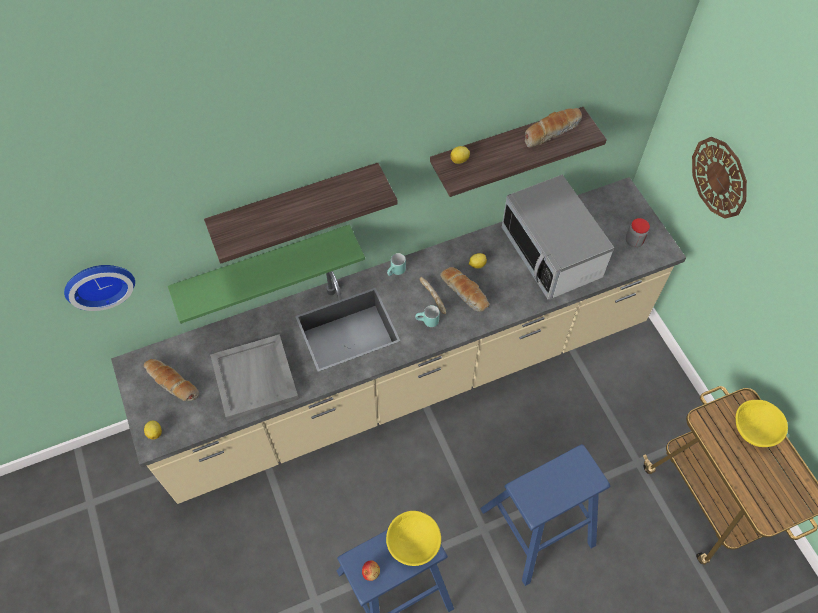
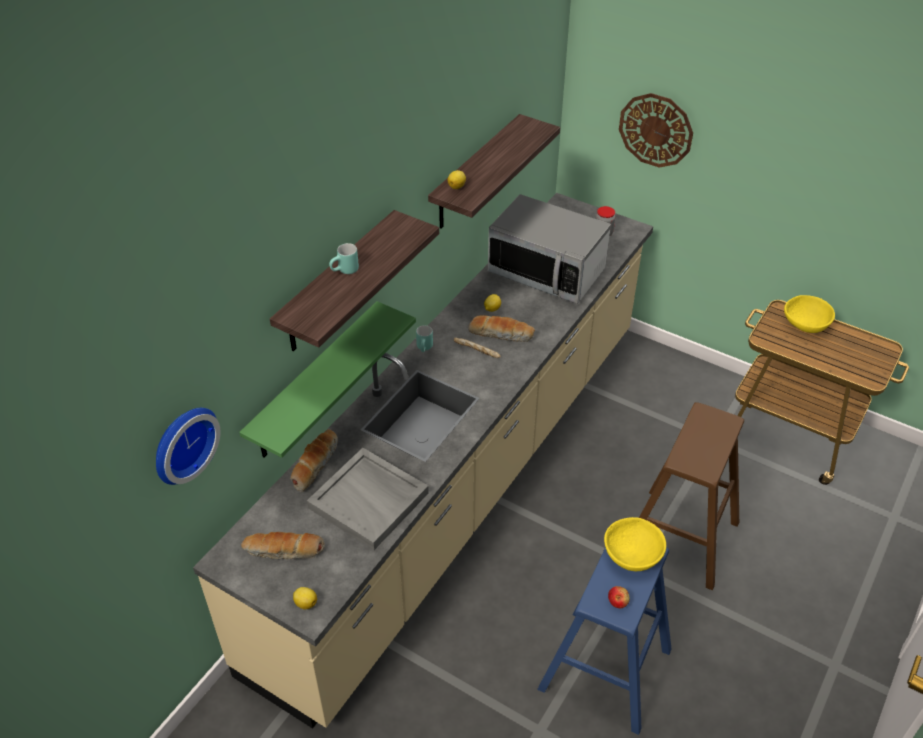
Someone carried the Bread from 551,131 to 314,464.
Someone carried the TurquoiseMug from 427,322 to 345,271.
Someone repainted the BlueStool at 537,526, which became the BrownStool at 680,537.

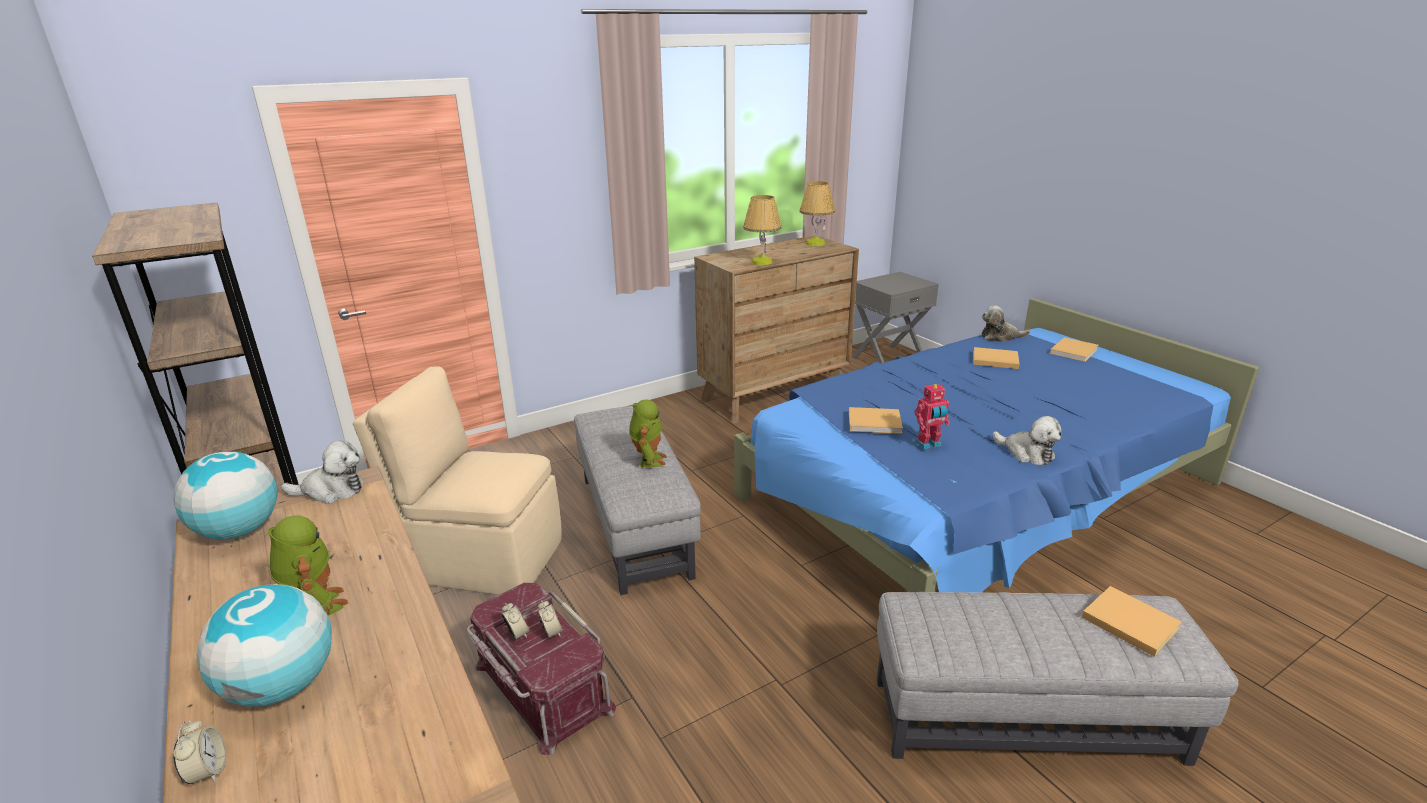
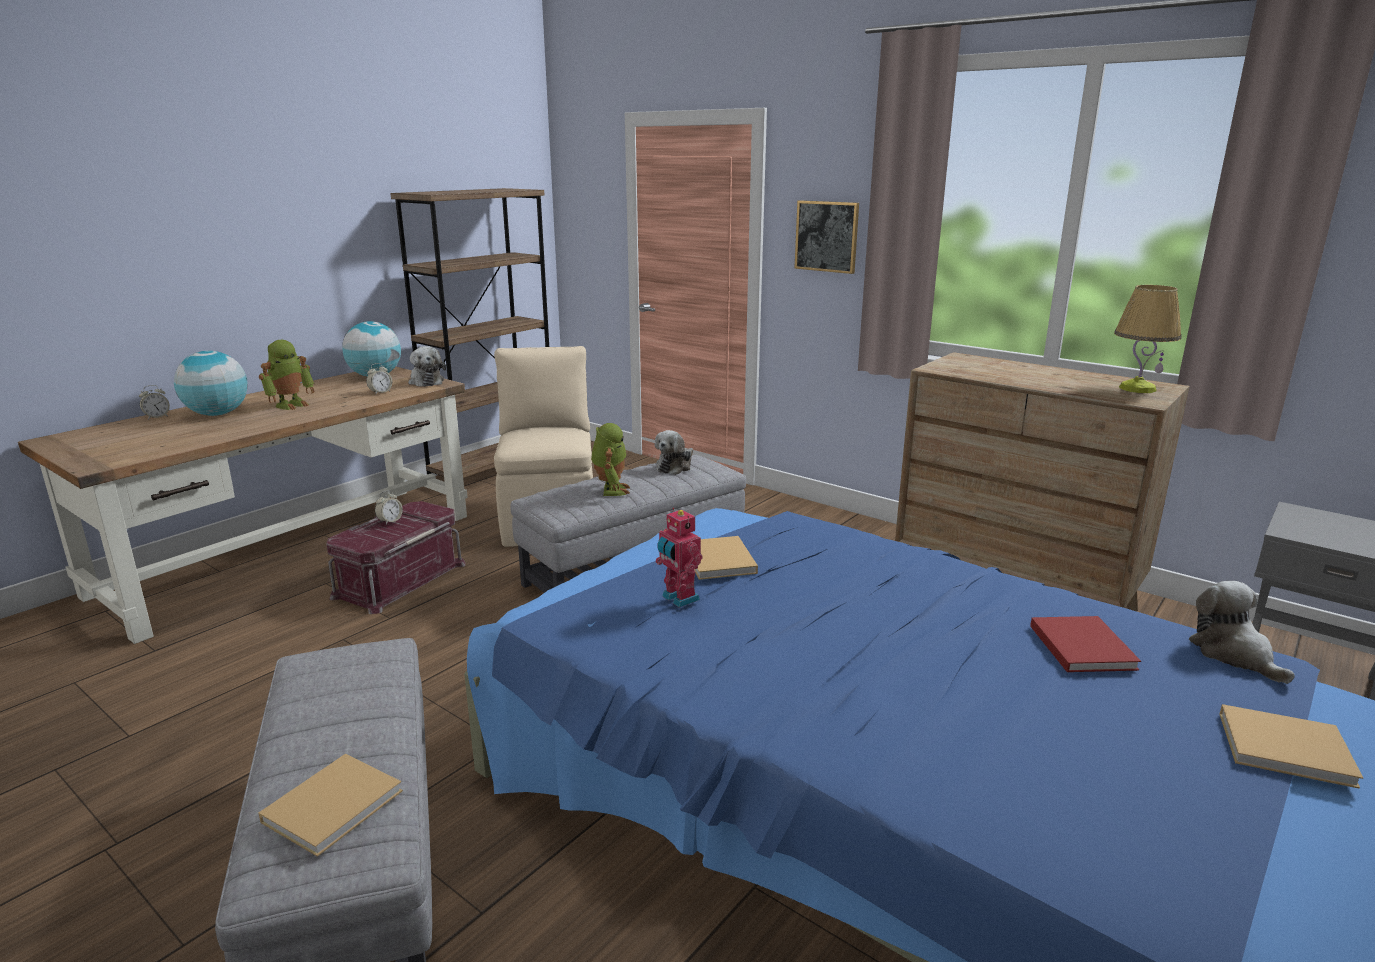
Someone carried the AlarmClock from 551,632 to 380,392.
Someone rotated the ToyRobot at 648,460 by 75 degrees counterclockwise.
Someone carried the PlushToy from 1026,453 to 675,466.
Someone put up the Picture at 827,236.
Someone repainted the BeigeBook at 993,360, which became the RedBook at 1080,645.
Someone took away the TableLamp at 761,262.

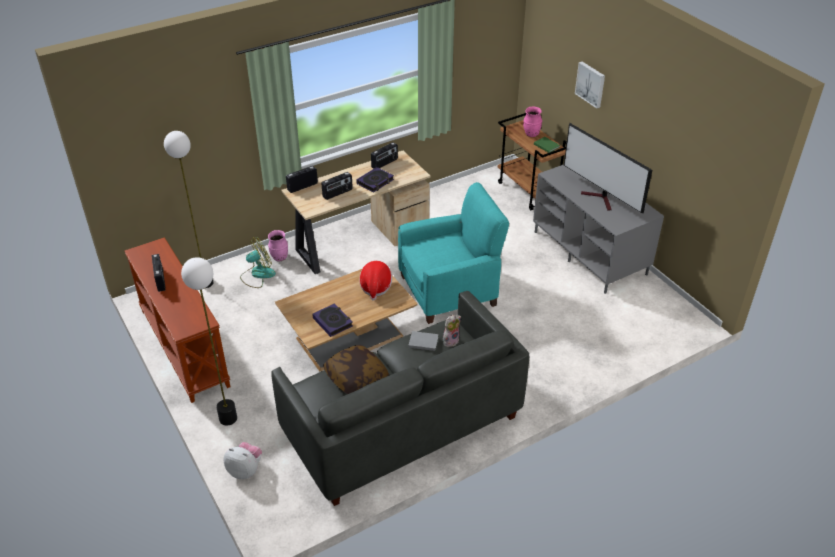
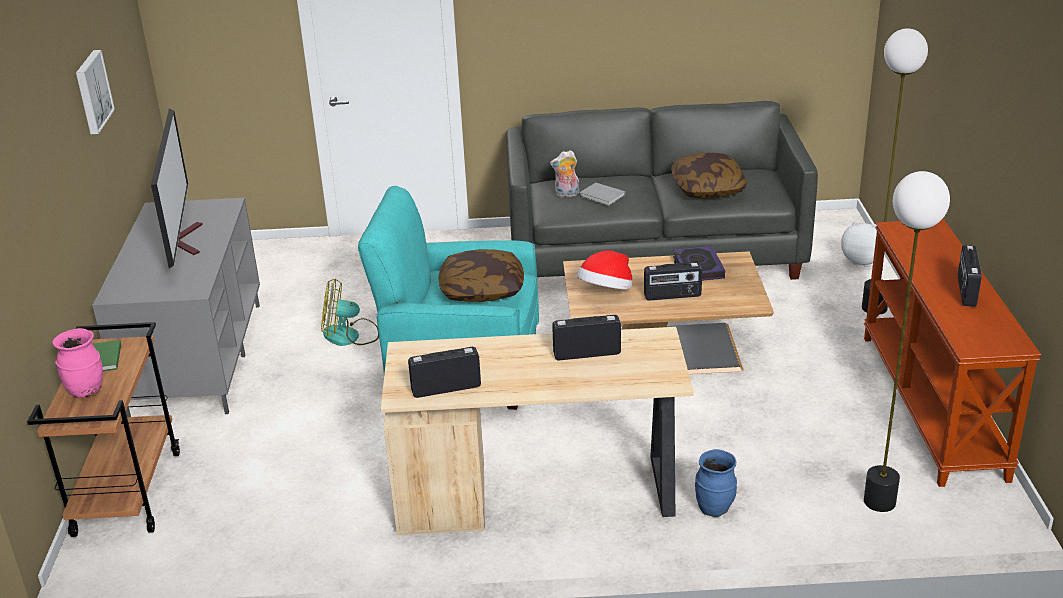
Someone carried the Picture from 591,84 to 92,91.
Someone carried the Fan from 257,275 to 350,336.
Someone put down the Pillow at 482,290.
Someone carried the Radio from 302,186 to 672,296.
Someone repainted the PinkVase at 279,258, which became the BlueVase at 714,508.
Someone rotated the PlushToy at 245,470 by 150 degrees clockwise.
Someone took away the Book at 375,182.

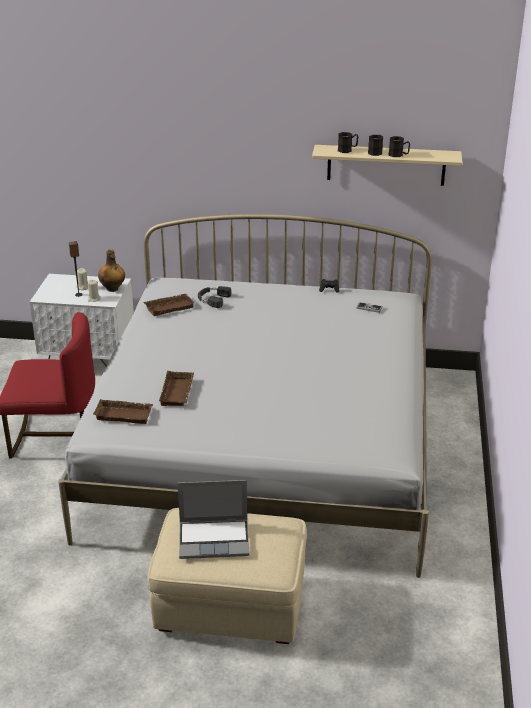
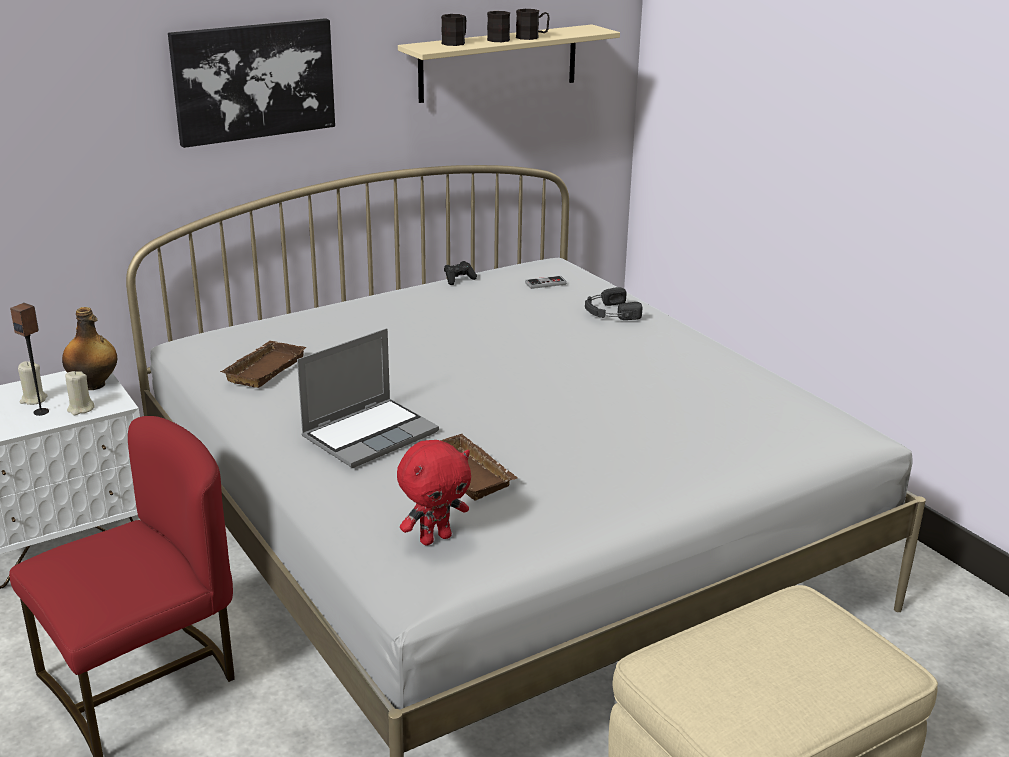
Someone put up the Picture at 253,81.
Someone carried the Laptop from 215,539 to 370,434.
Someone swapped the BrownTray at 125,414 for the RedPlushToy at 435,538.
Someone carried the BlackHeadphones from 212,299 to 609,312.

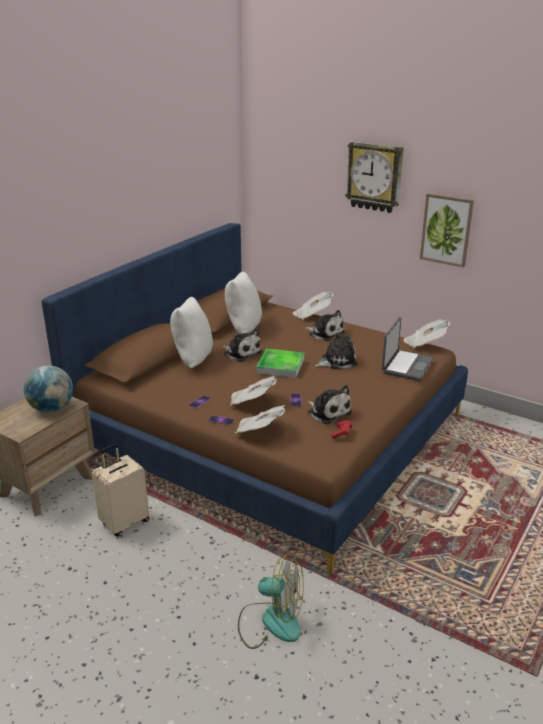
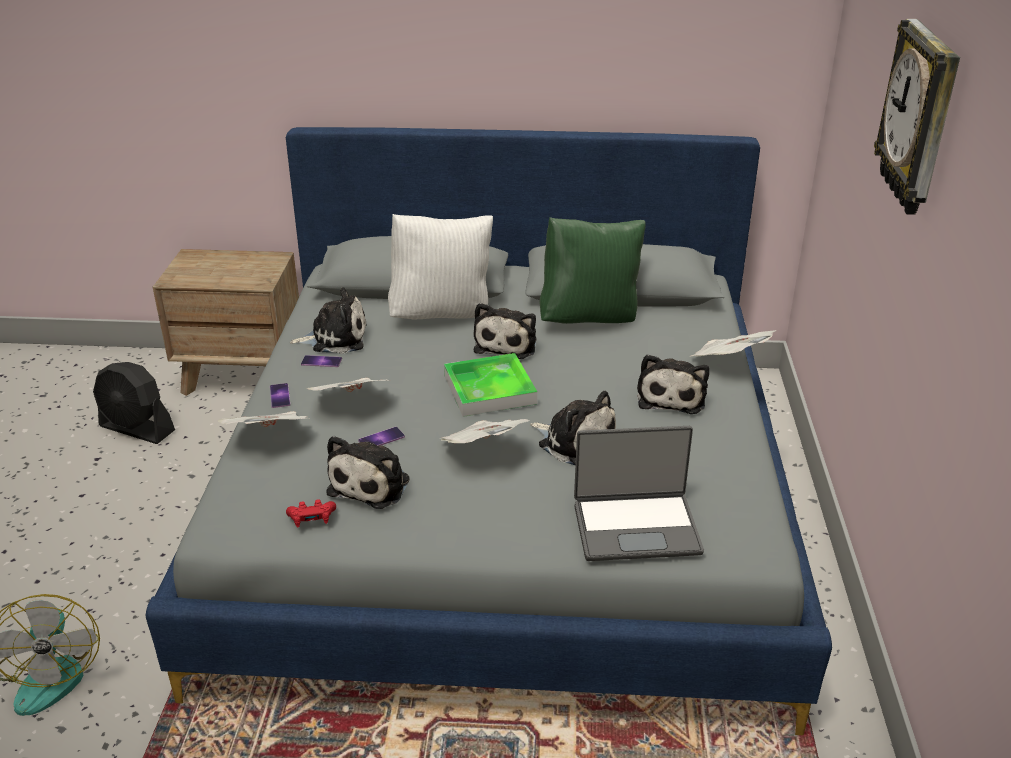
Someone put down the BlackFan at 137,429.
Someone repainted the BrownBed at 271,434, which became the GreyBed at 505,504.
Someone put down the PlushToy at 335,338.
Someone carried the Newspaper from 424,343 to 484,449.
Someone repainted the WhitePillow at 242,329, which became the GreenPillow at 589,318.
Someone took away the Globe at 52,409.
Someone took away the BeigeSuitcase at 124,522.
Someone took away the Picture at 446,229.

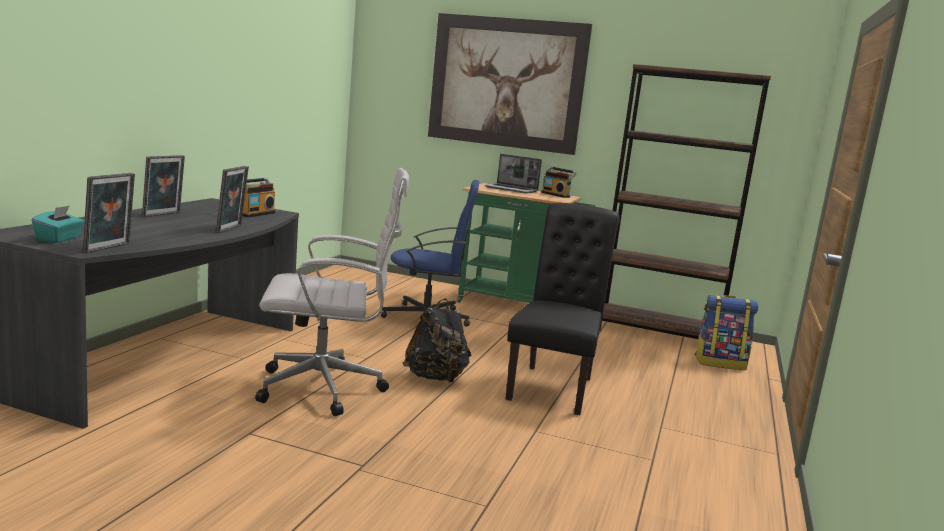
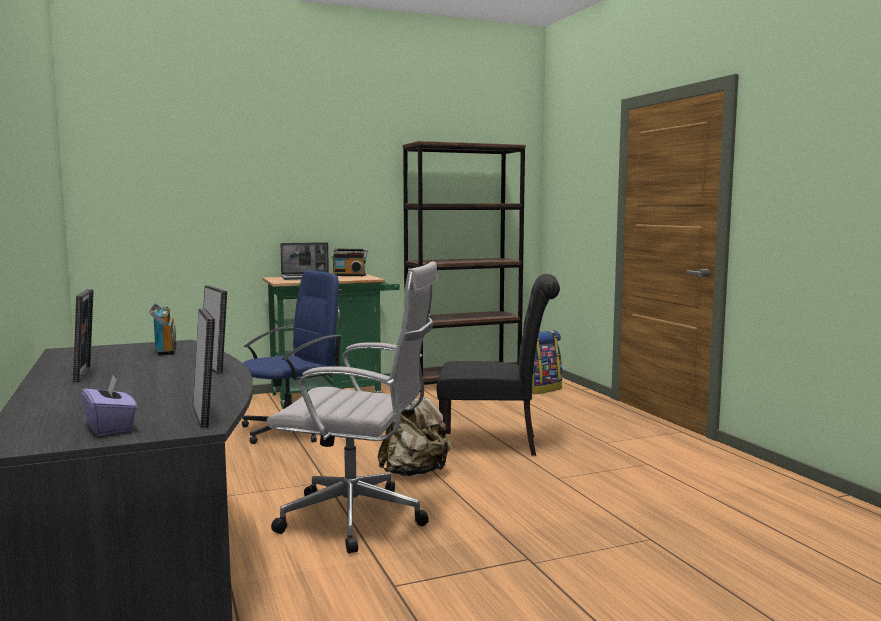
Someone repainted the TurquoiseTissueBox at 59,239, which became the PurpleTissueBox at 110,427.
Someone rotated the WhiteOfficeChair at 327,389 by 60 degrees clockwise.
Someone repainted the BlackBackpack at 436,378, which became the BeigeBackpack at 415,473.
Someone rotated the BlackChair at 553,386 by 120 degrees clockwise.
Someone took away the Picture at 506,83.

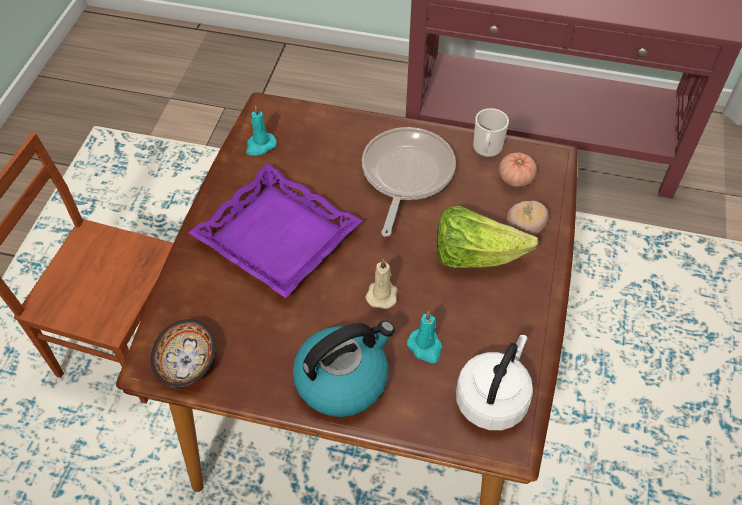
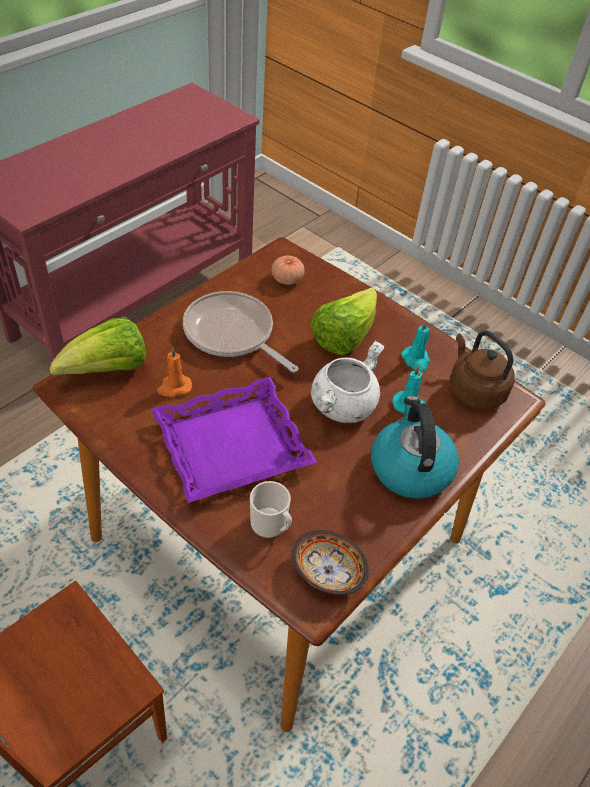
Someone put down the Lettuce at 108,370.
Someone put down the OrangeCandle at 174,387.
Someone carried the Mug from 486,149 to 271,526.
Someone swapped the BeigeCandle at 382,294 for the WhiteCookingPot at 342,405.
Someone carried the TurquoiseCandle from 260,146 to 416,360.
Someone repainted the WhiteKettle at 493,398, which became the BrownKettle at 474,390.
Someone took away the Tomato at 524,228.

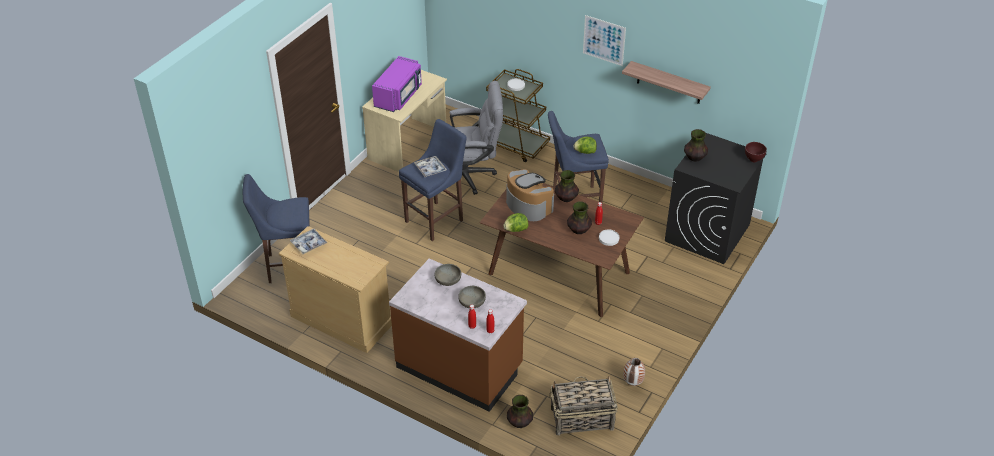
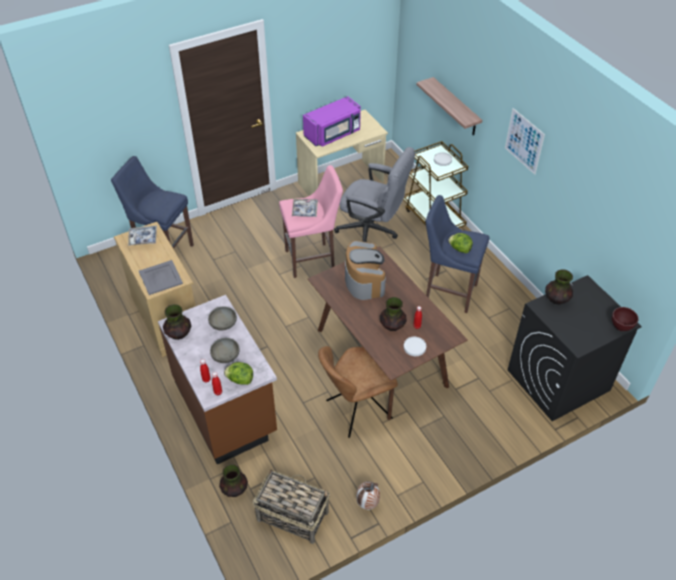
Someone put down the GreyTray at 160,278.
Someone carried the Vase from 566,198 to 178,334.
Someone carried the Lettuce from 516,230 to 240,379.
Someone repainted the BlueStool at 436,220, which became the PinkStool at 312,260.
Someone put down the BrownChair at 356,410.
Someone carried the Shelf from 669,83 to 455,107.

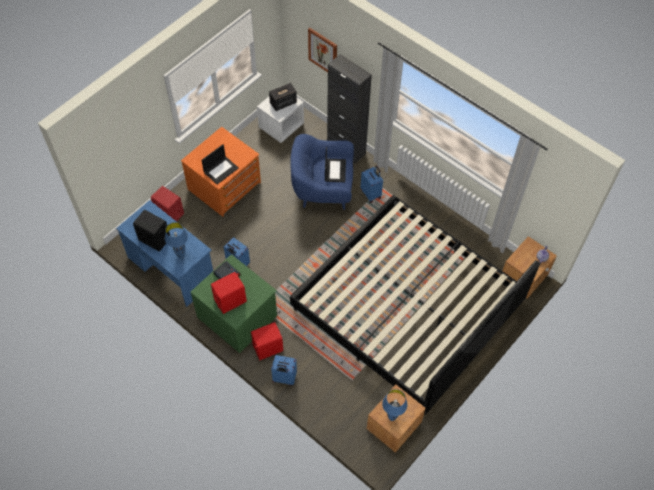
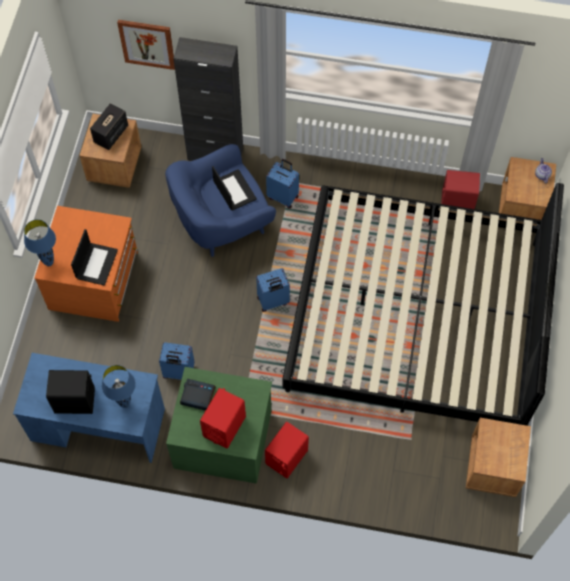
Someone carried the BlueTableLamp from 391,418 to 49,263.
Someone repainted the WhiteNightstand at 281,126, which became the BrownNightstand at 114,165.
Someone carried the BlueSuitcase from 284,378 to 273,301.
Someone carried the RedSpeaker from 169,213 to 457,202.

